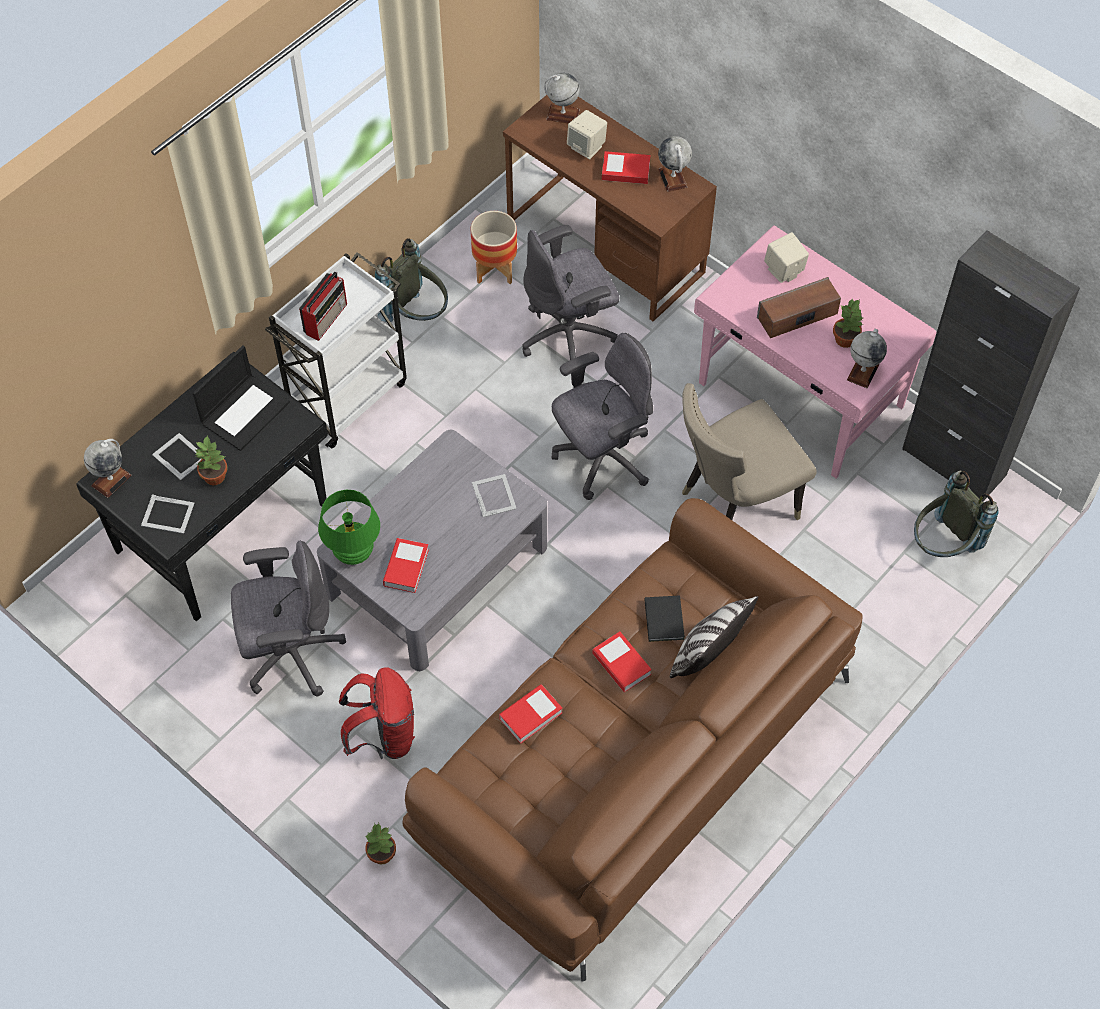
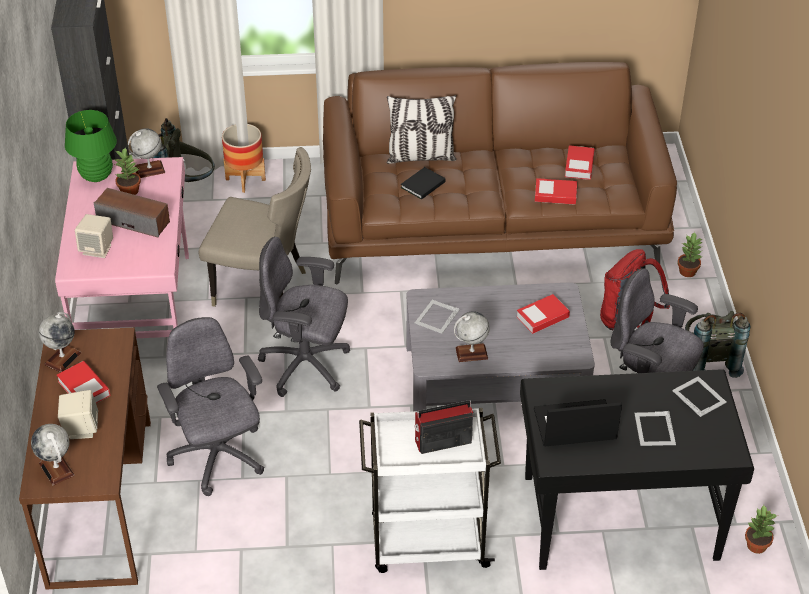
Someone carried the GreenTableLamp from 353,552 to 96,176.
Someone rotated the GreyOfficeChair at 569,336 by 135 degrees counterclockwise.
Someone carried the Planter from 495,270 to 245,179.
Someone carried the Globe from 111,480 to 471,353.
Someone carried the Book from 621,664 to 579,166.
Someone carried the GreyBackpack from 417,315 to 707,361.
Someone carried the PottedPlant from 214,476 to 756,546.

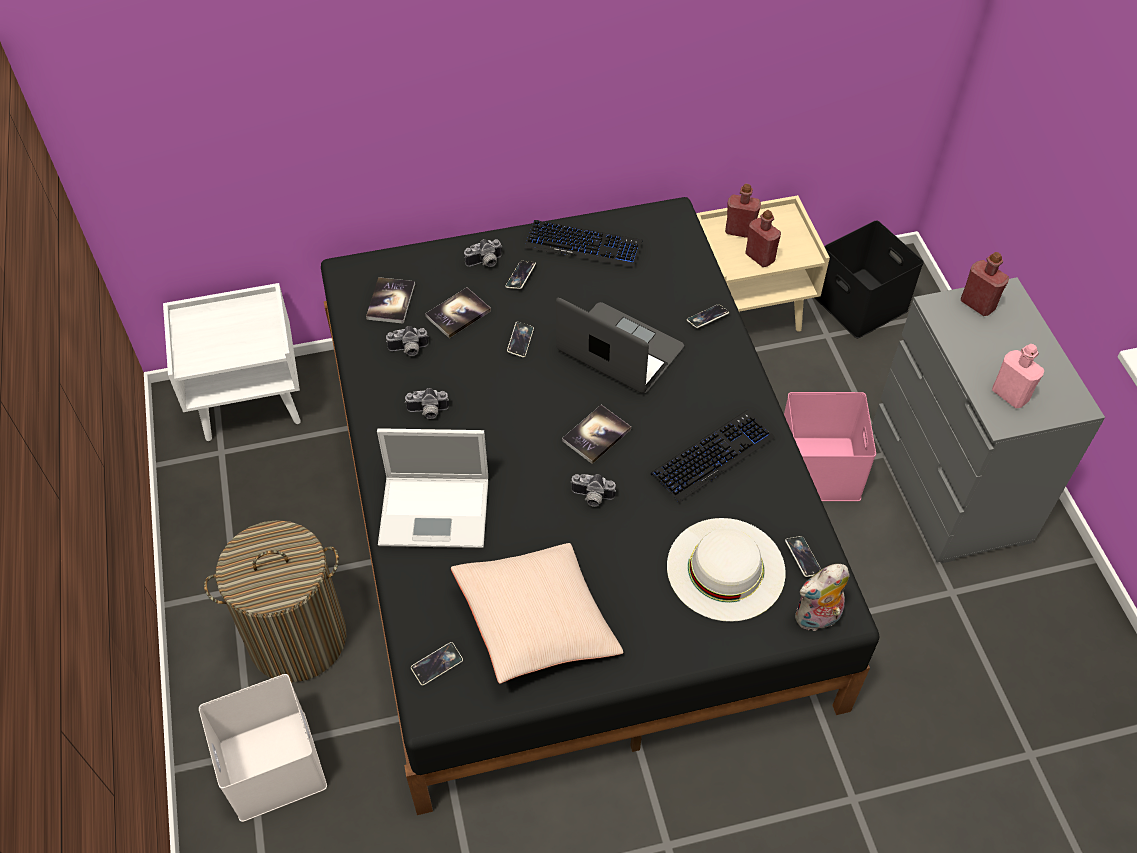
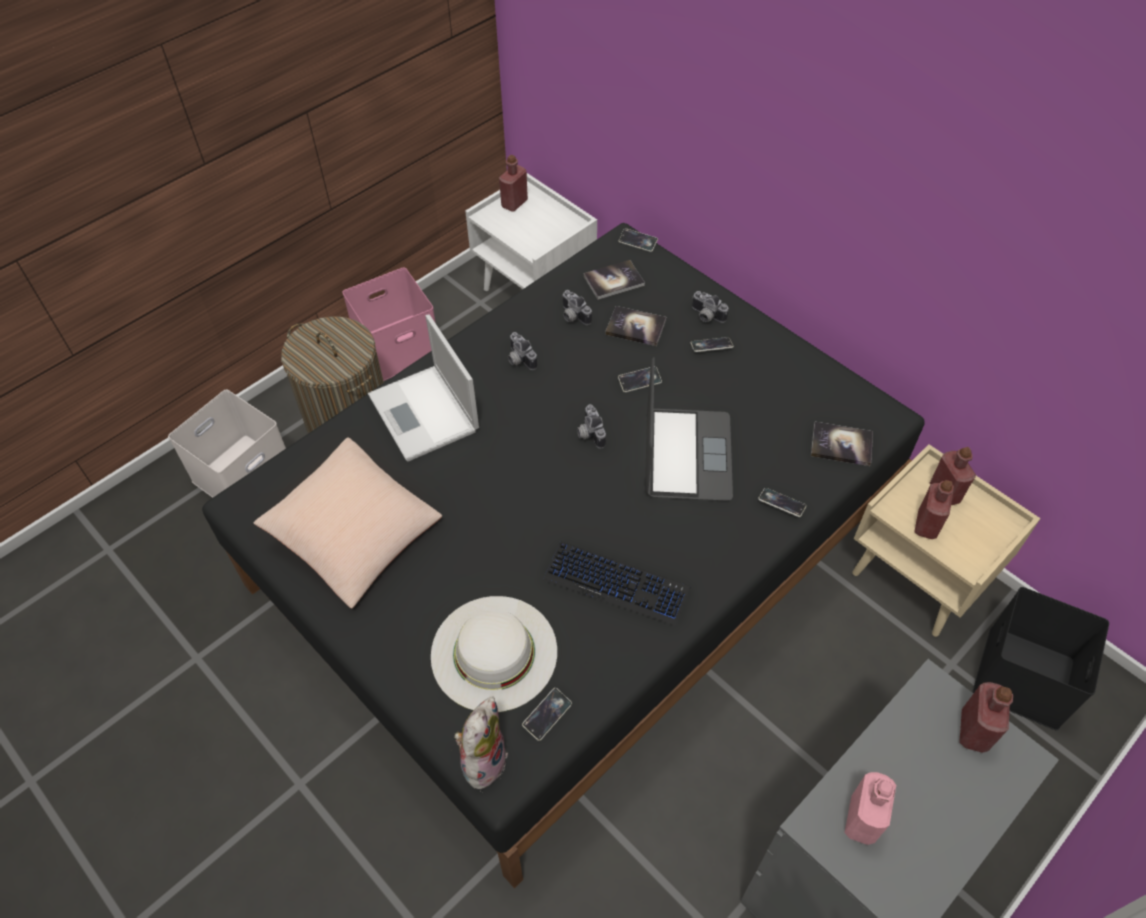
Someone carried the PinkStorageBox from 816,467 to 398,346.
Someone rotated the PlushToy at 817,619 by 75 degrees clockwise.
Someone put down the RedBottle at 514,203.
Someone carried the PhotoCamera from 591,498 to 589,433.
Someone carried the Phone from 437,665 to 638,242.
Someone carried the Book from 596,435 to 841,445.
Someone took away the Keyboard at 583,245.

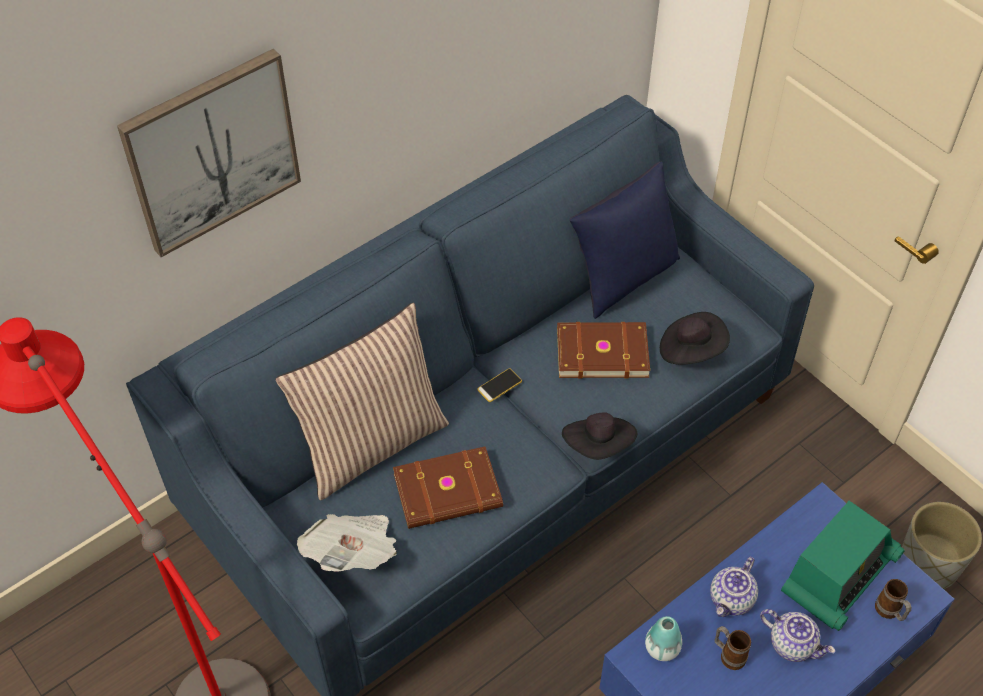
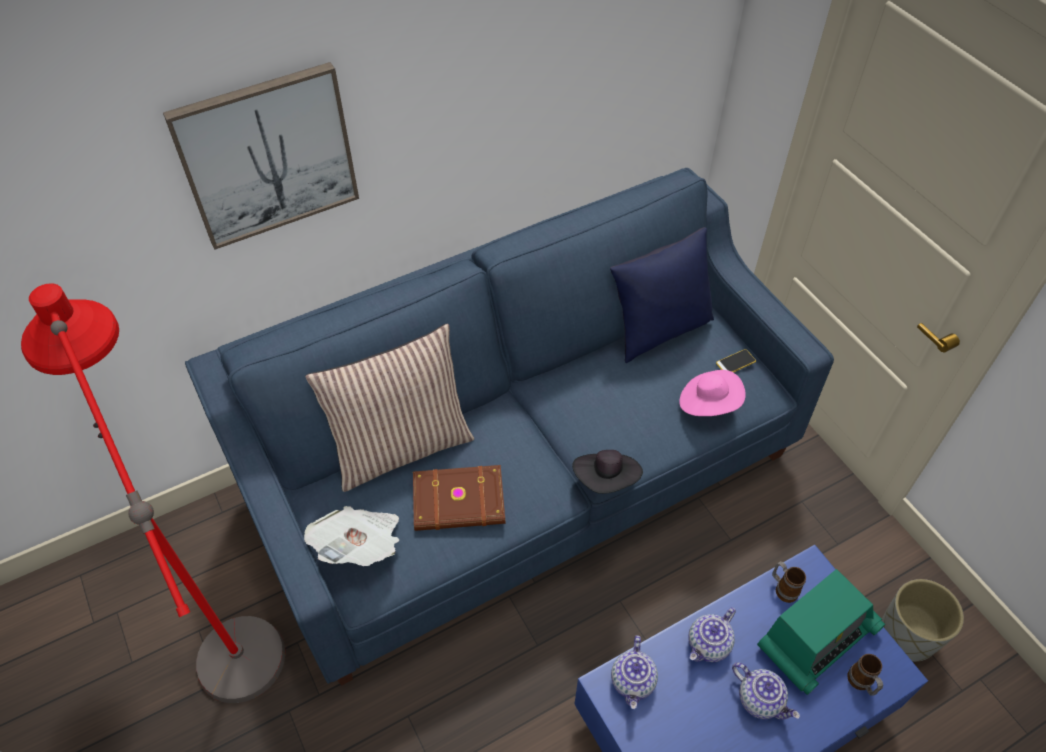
Someone swapped the Vase at 662,648 for the Teapot at 633,682.
Someone repainted the BlackHat at 691,350, which became the PinkHat at 709,403.
Someone carried the Phone from 499,385 to 735,362.
Someone carried the Mug from 728,655 to 782,588.
Someone took away the BrownBook at 601,351.

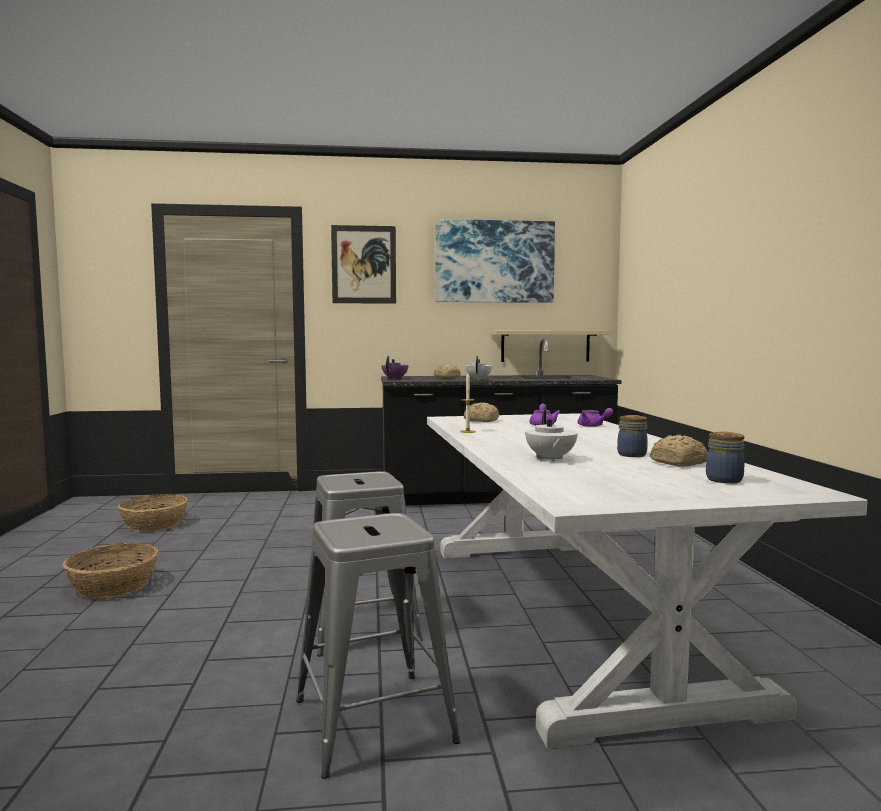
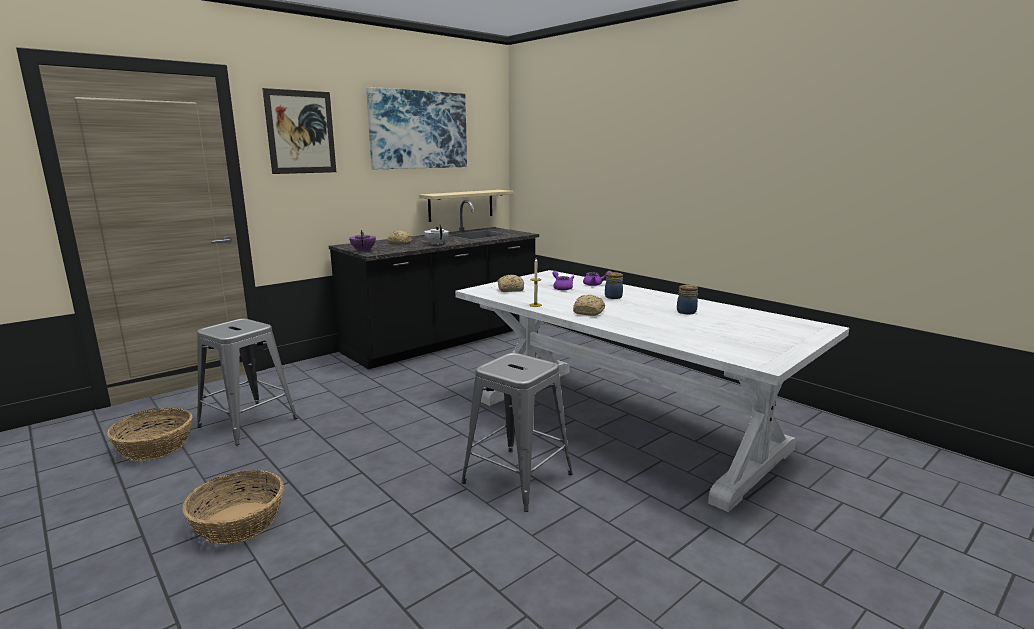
Someone carried the GreyStool from 375,721 to 248,423.
Someone carried the Bread from 680,462 to 589,312.
Someone carried the Jar from 725,480 to 613,297.
Someone took away the WhiteTeapot at 550,459.

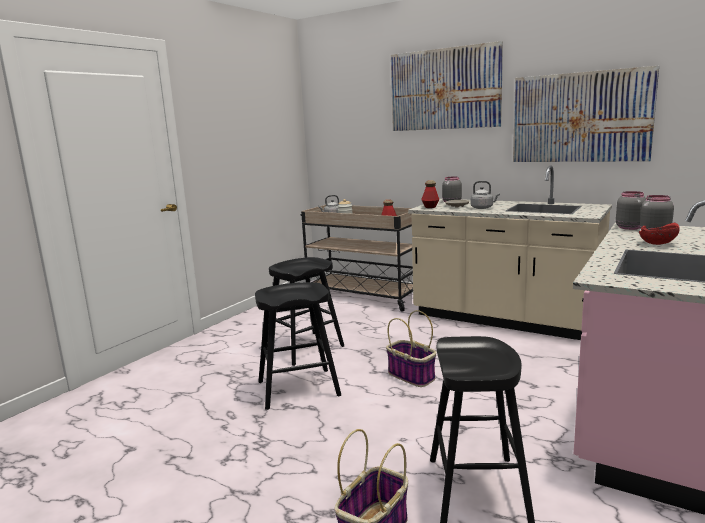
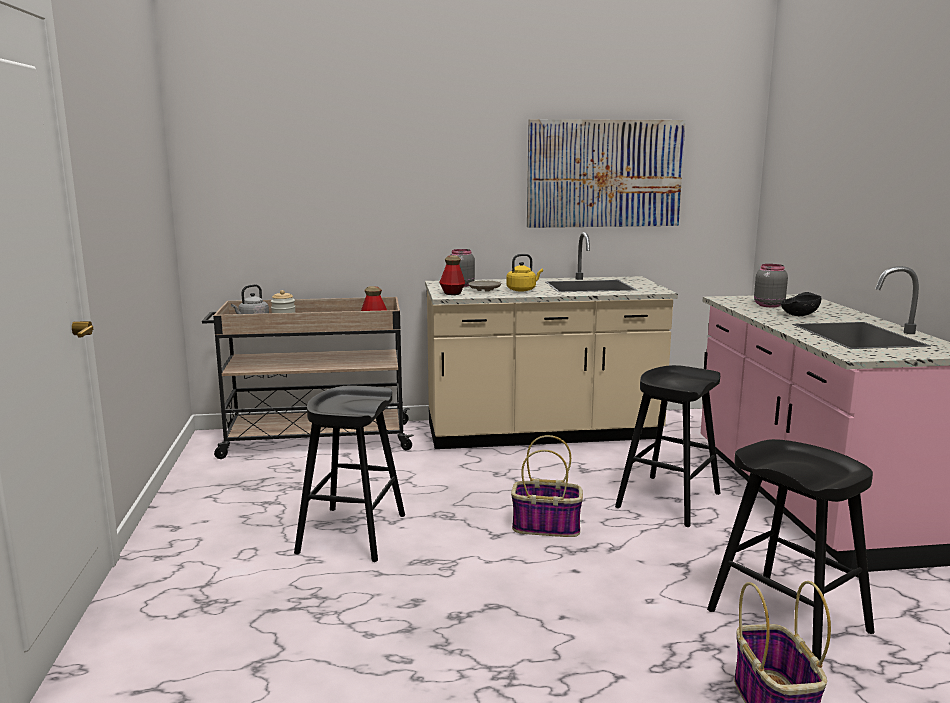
Someone repainted the GreyKettle at 483,208, which became the YellowKettle at 522,290.
Someone carried the BlackStool from 298,389 to 668,500.
Someone repainted the RedBowl at 657,244, which became the BlackBowl at 798,315.
Someone took away the Picture at 444,89.
Someone took away the GreyJar at 629,227.

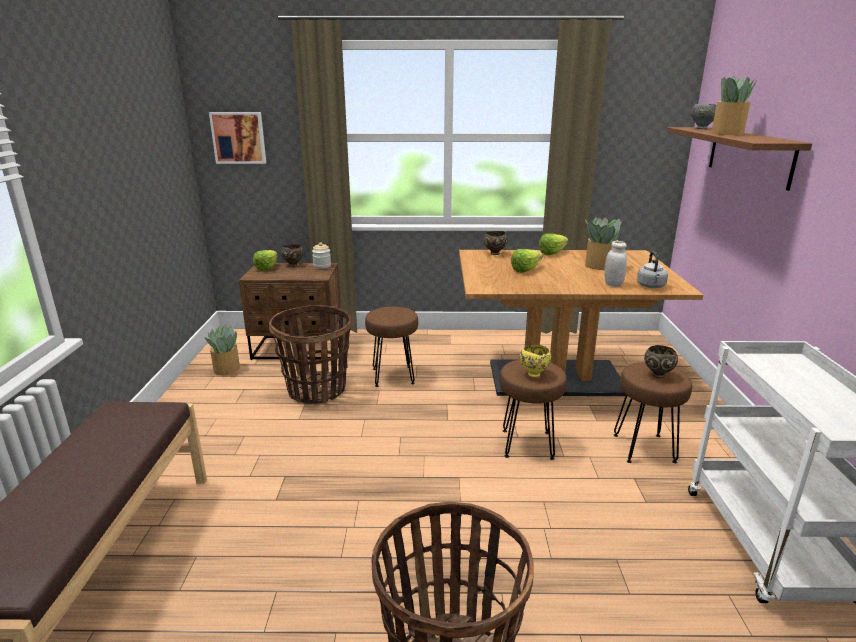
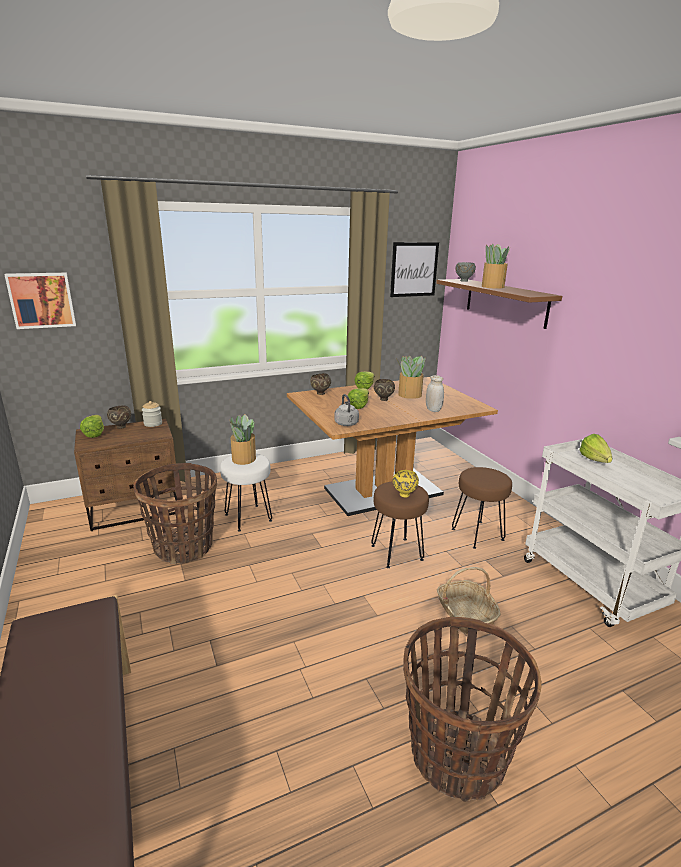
Someone repainted the BrownStool at 392,376, which became the WhiteStool at 247,517.
Someone carried the PottedPlant from 226,369 to 243,459.
Someone carried the GreyKettle from 651,286 to 347,424.
Someone carried the BrownBowl from 657,375 to 383,399.
Someone put up the Picture at 414,269.
Someone put down the Basket at 465,613.
Someone put down the Lettuce at 595,462.

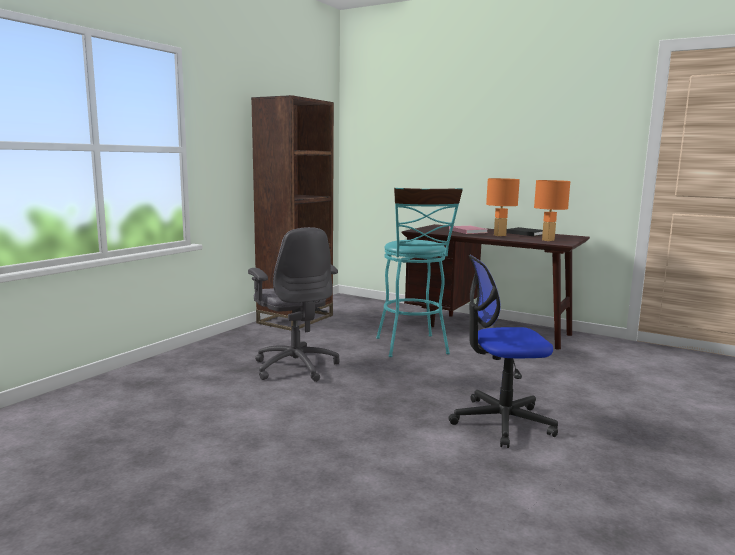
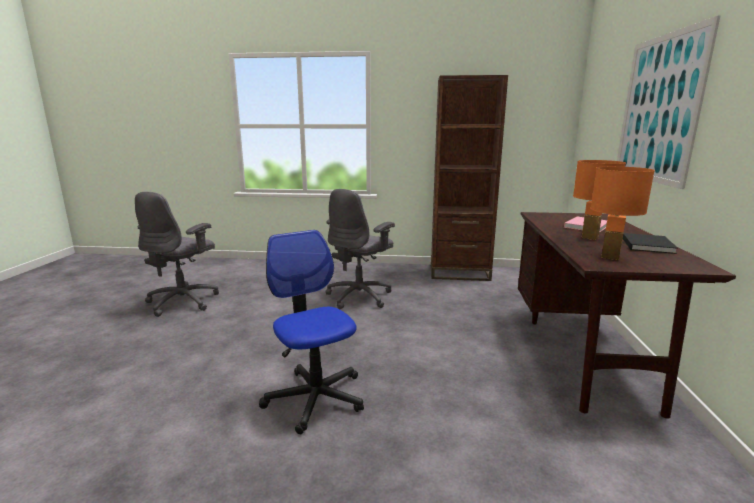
Someone put down the GreyOfficeChair at 184,302.
Someone put up the Picture at 658,109.
Someone took away the TurquoiseStool at 413,348.

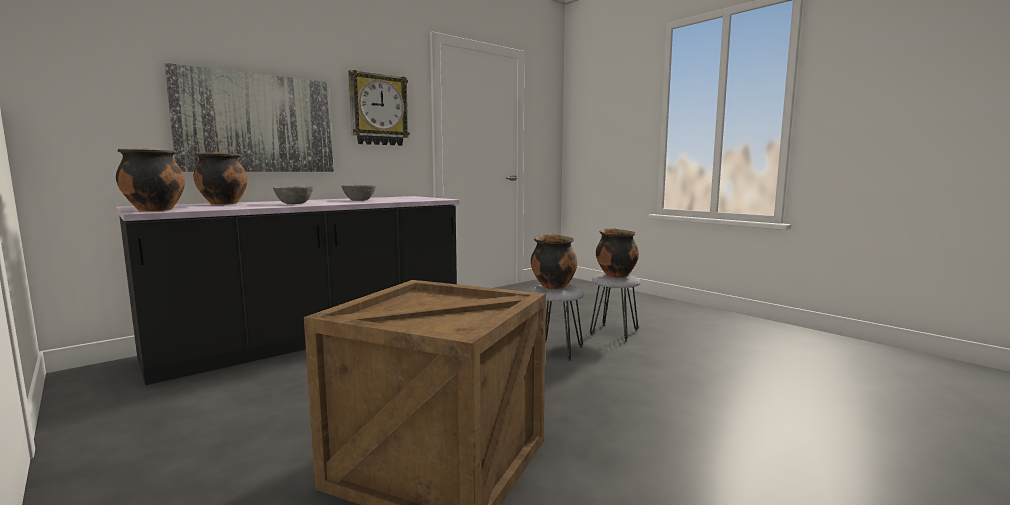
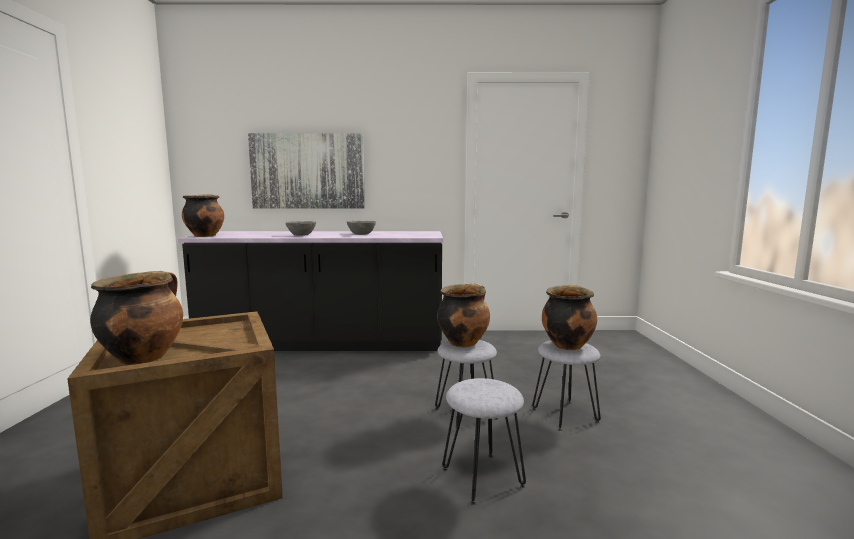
Someone carried the CookingPot from 223,204 to 144,357.
Someone put down the GreyStool at 483,478.
Someone took away the WallClock at 378,110.

